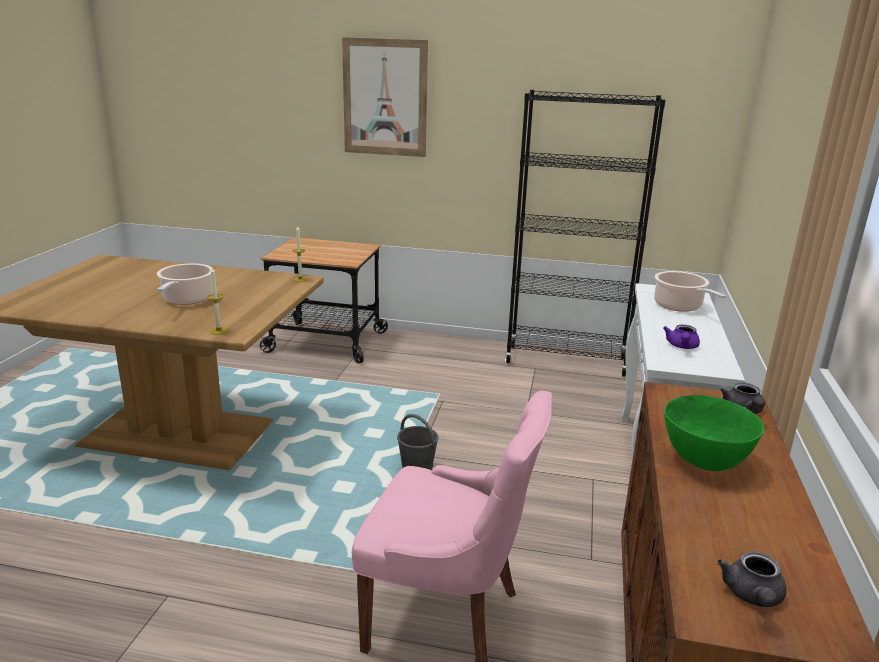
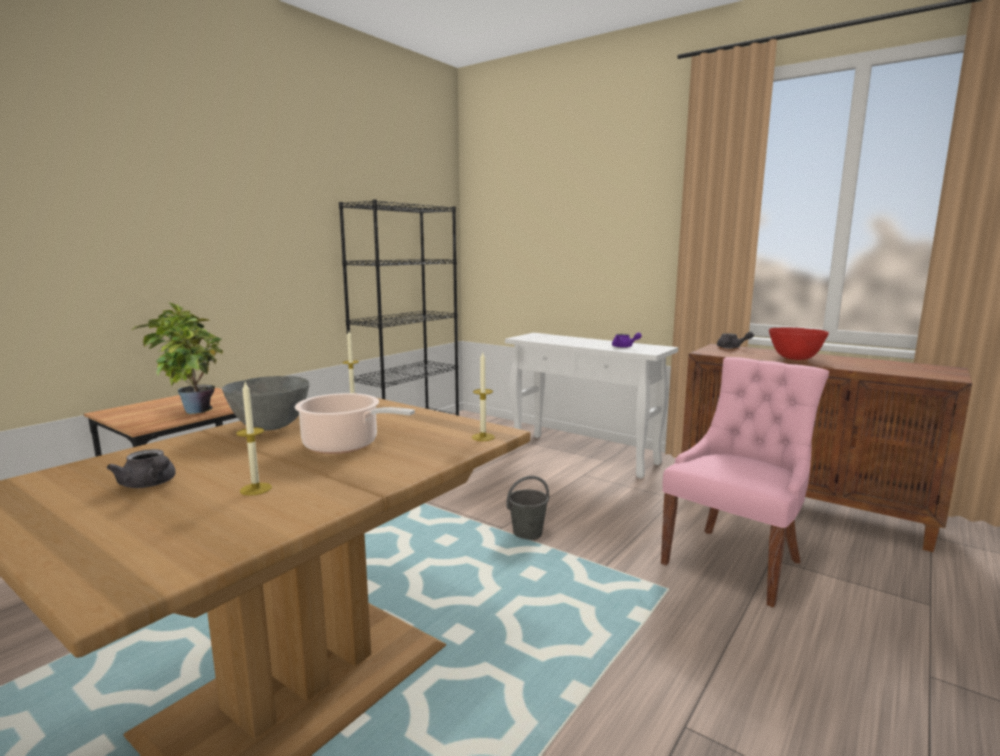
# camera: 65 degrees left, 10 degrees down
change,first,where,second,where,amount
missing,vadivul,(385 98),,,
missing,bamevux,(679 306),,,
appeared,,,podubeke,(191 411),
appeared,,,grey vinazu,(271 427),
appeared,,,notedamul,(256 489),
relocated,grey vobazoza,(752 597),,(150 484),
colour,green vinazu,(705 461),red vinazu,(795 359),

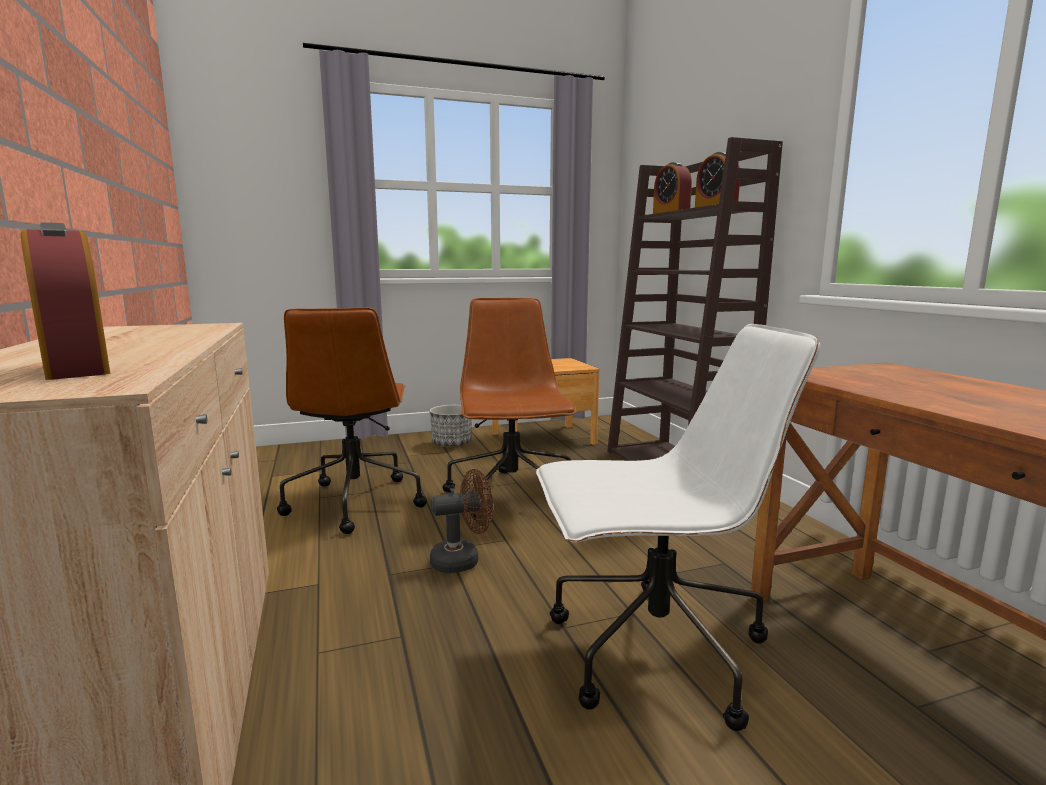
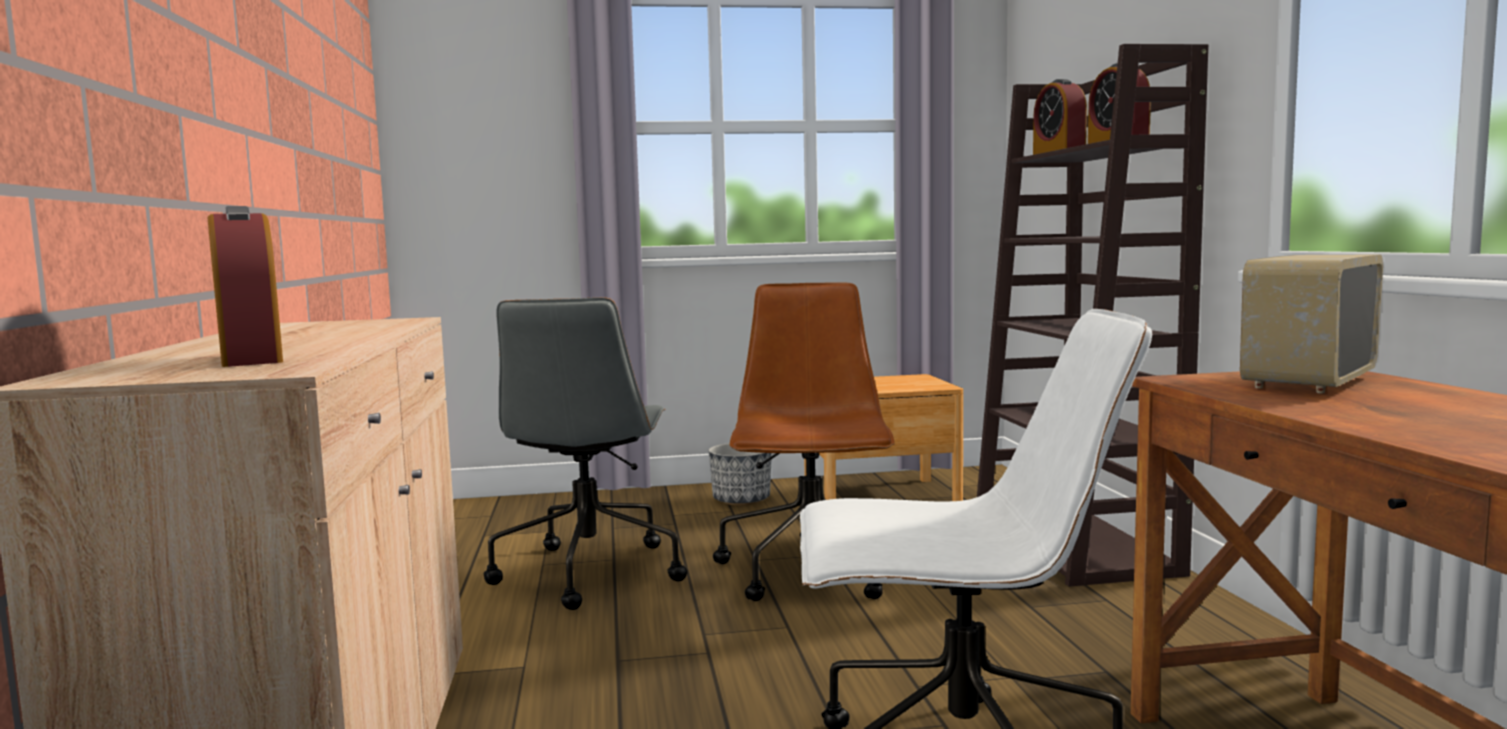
# camera: 10 degrees right, 5 degrees down
change,first,where,second,where,amount
missing,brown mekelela,(463 560),,,
appeared,,,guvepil,(1307 382),
colour,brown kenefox,(355 502),grey kenefox,(589 572),

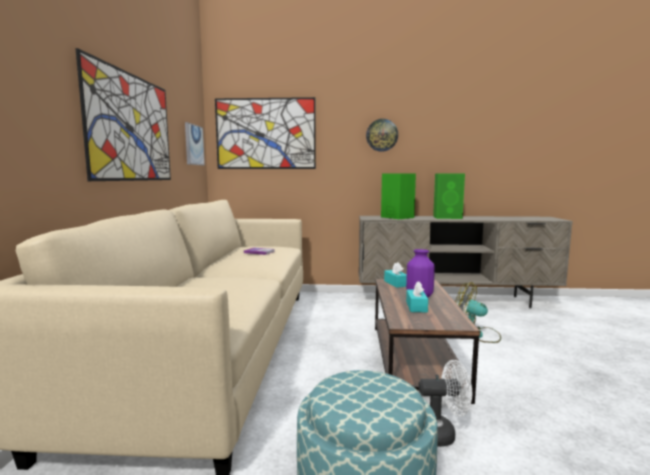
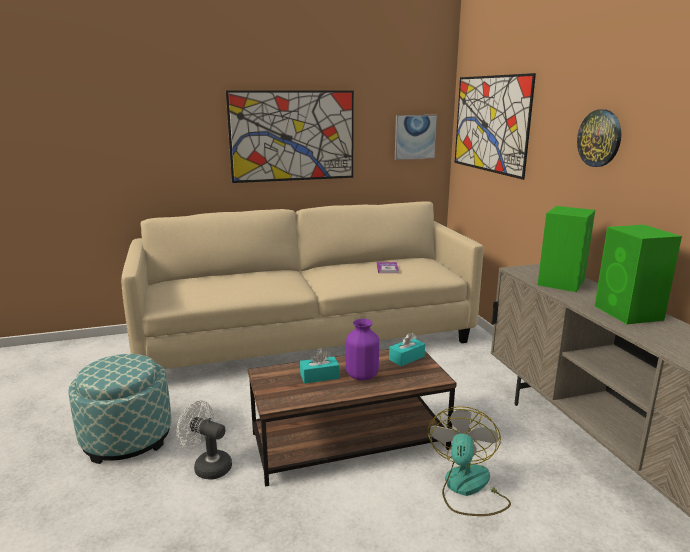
# camera: 70 degrees right, 10 degrees up
change,first,where,second,where,amount
spun,white mekelela,(441 434),,(207 466),135 degrees clockwise

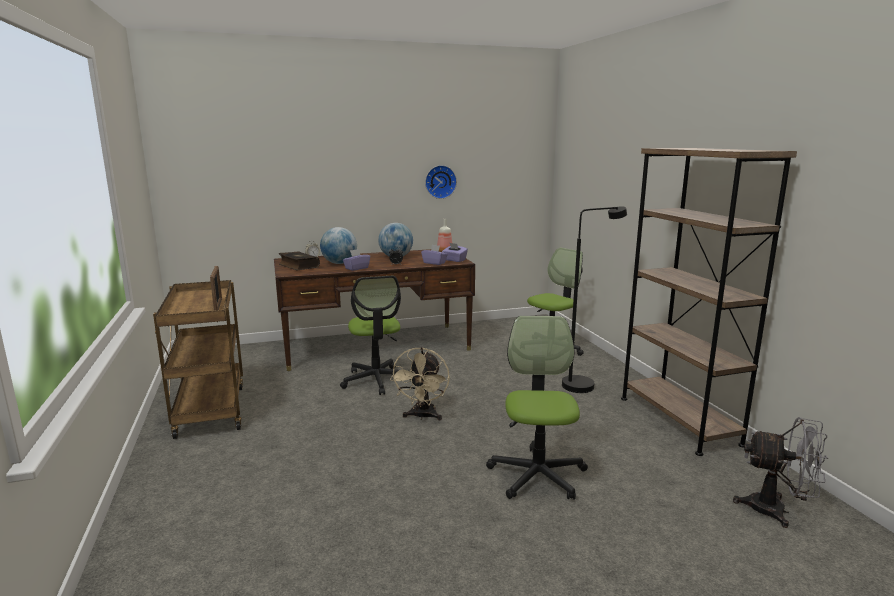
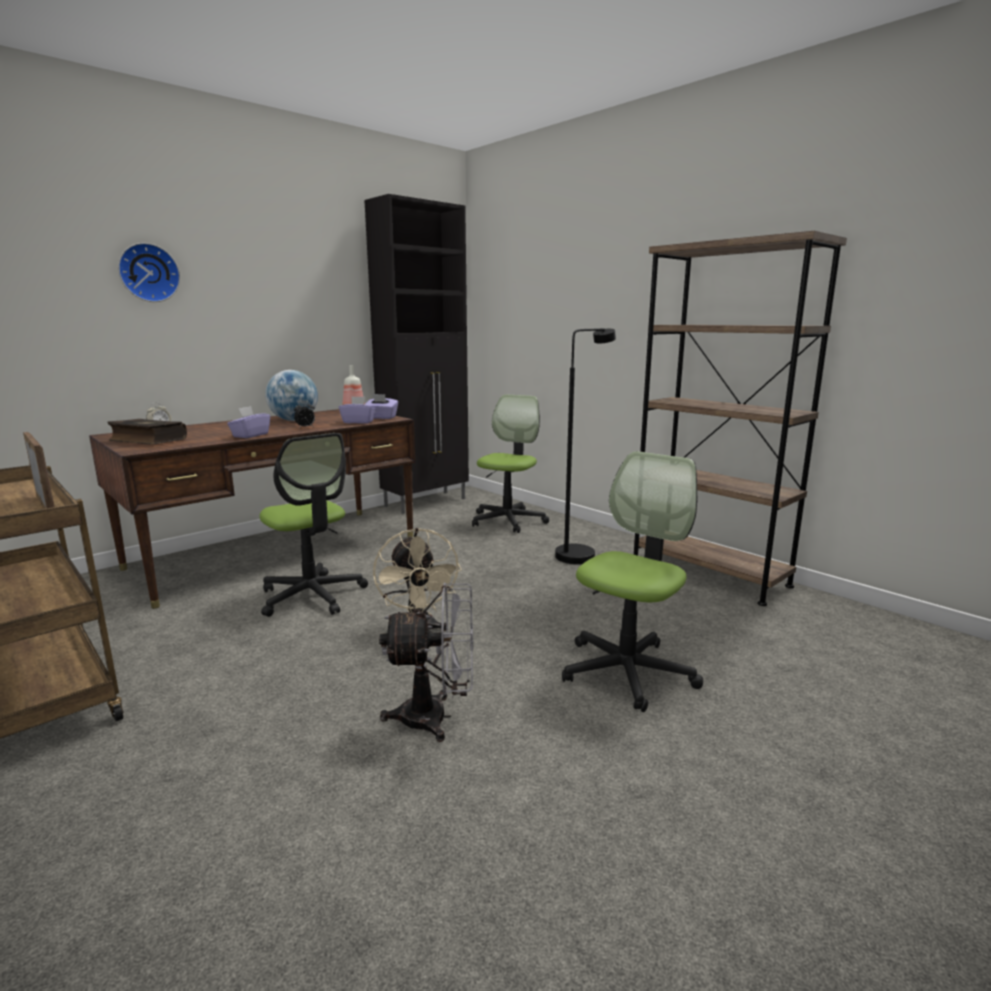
# camera: 25 degrees left, 0 degrees up
change,first,where,second,where,amount
missing,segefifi,(339 263),,,
appeared,,,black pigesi,(427 502),
relocated,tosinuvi,(440 181),,(148 273),
relocated,grey mekelela,(777 510),,(436 717),
spun,kenefox,(537 475),,(627 671),60 degrees clockwise

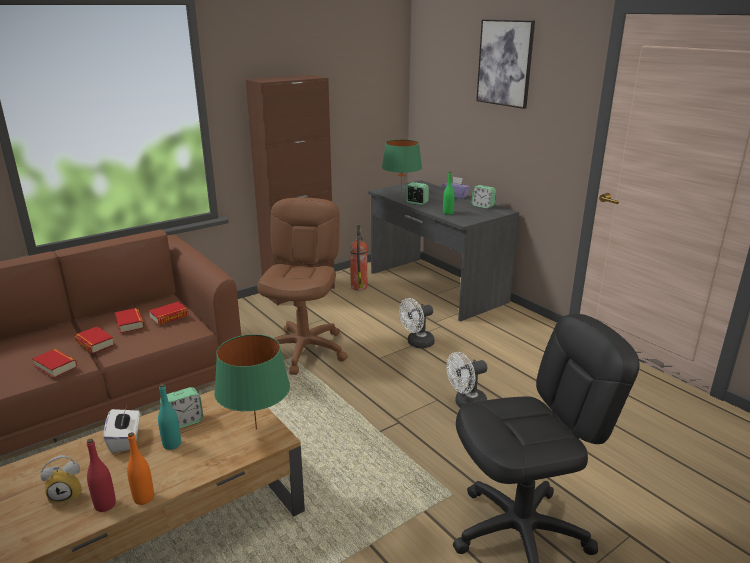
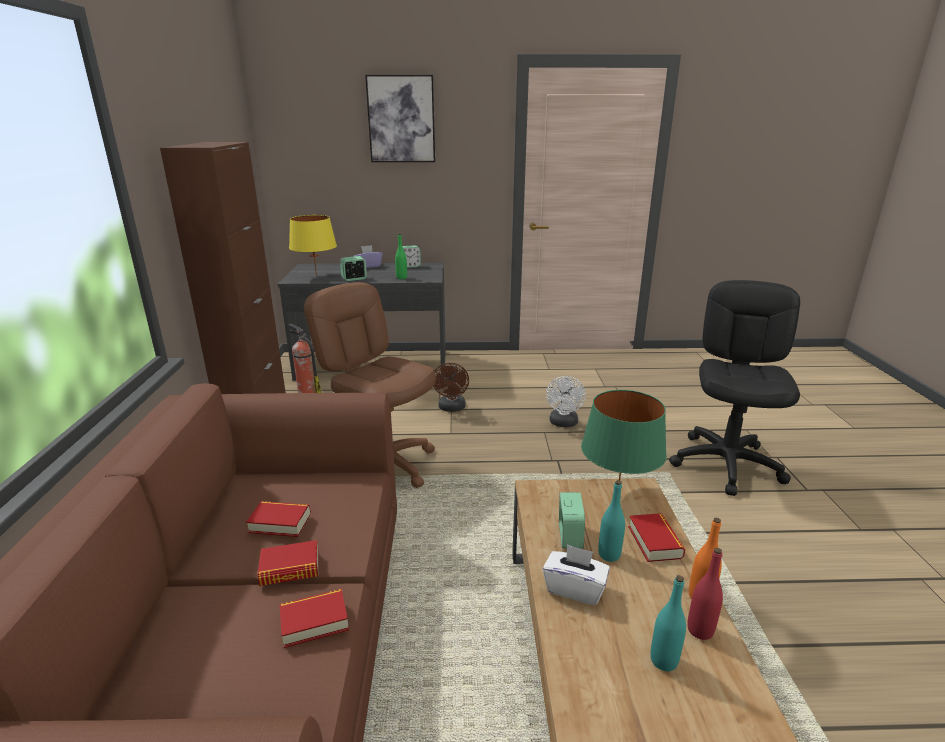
# camera: 55 degrees left, 0 degrees up
change,first,where,second,where,amount
relocated,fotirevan,(169 317),,(654 542),
exchanged,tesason,(68 494),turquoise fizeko,(663 660),
colour,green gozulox,(401 193),yellow gozulox,(316 276),
colour,white mekelela,(417 343),brown mekelela,(452 408),

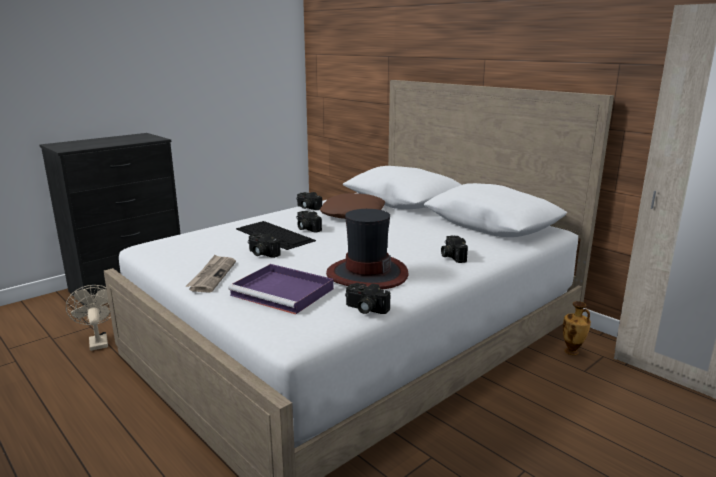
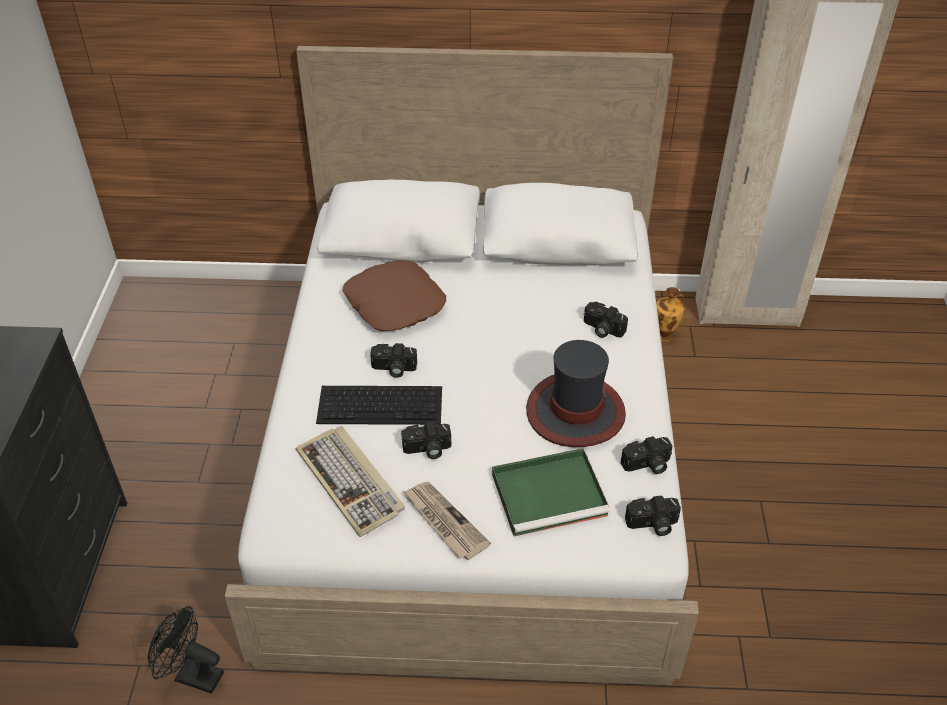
# camera: 45 degrees left, 25 degrees up
change,first,where,second,where,amount
appeared,,,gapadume,(351 482),
relocated,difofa,(307 208),,(652 525),
colour,beige mekelela,(98 341),black mekelela,(192 675),
colour,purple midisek,(284 292),green midisek,(551 494),

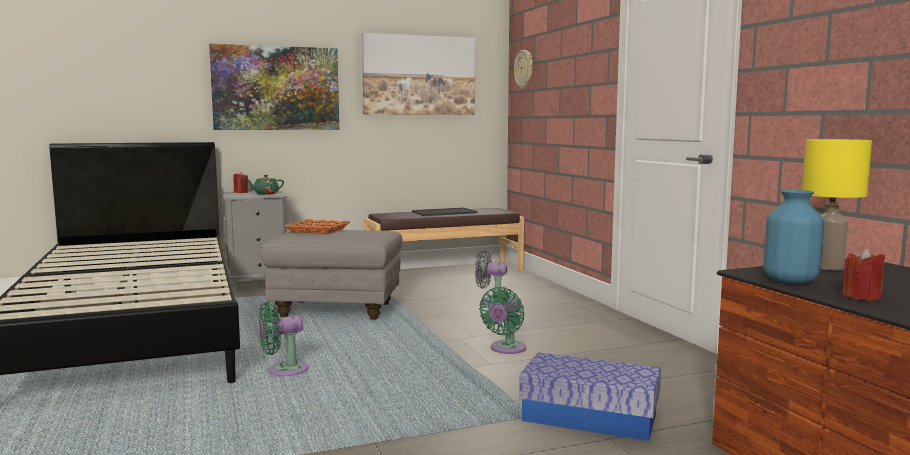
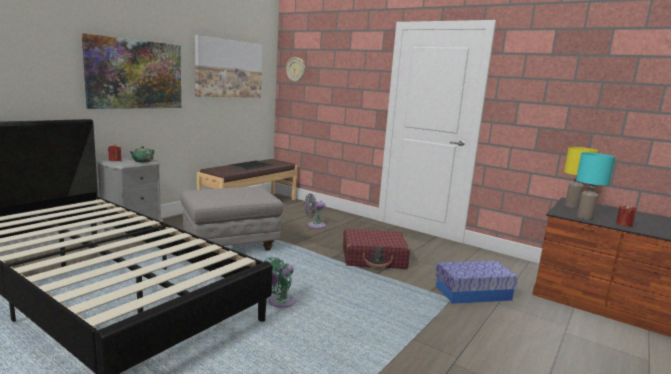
# camera: 35 degrees left, 5 degrees up
change,first,where,second,where,amount
missing,orange midisek,(317 230),,,
exchanged,green mekelela,(506 349),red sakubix,(374 258),
exchanged,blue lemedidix,(790 281),turquoise gozulox,(584 217),

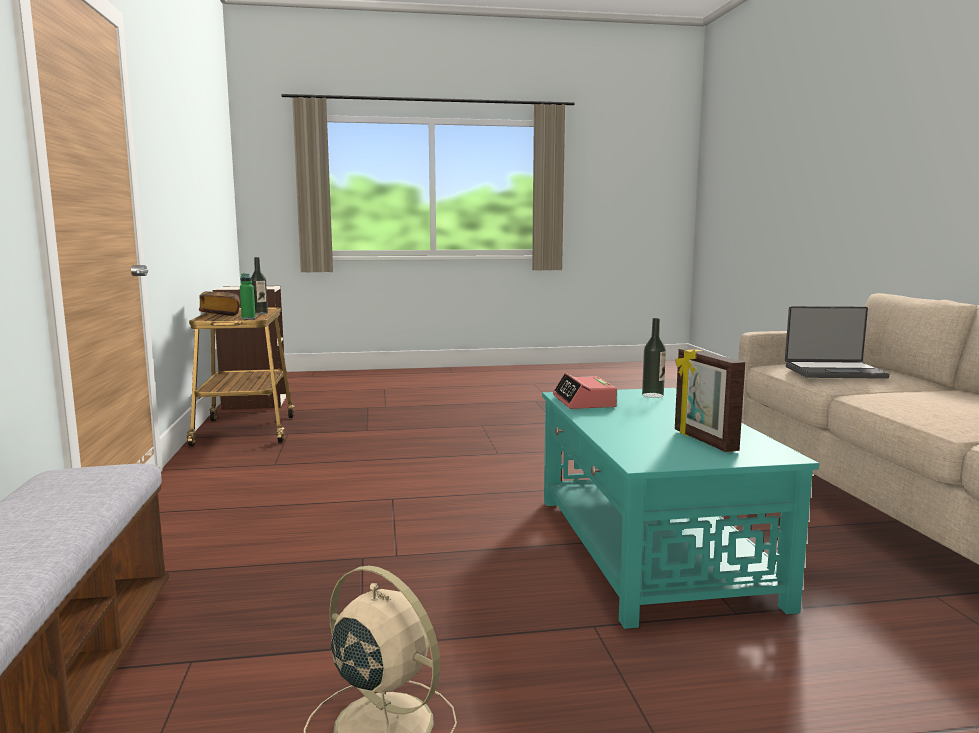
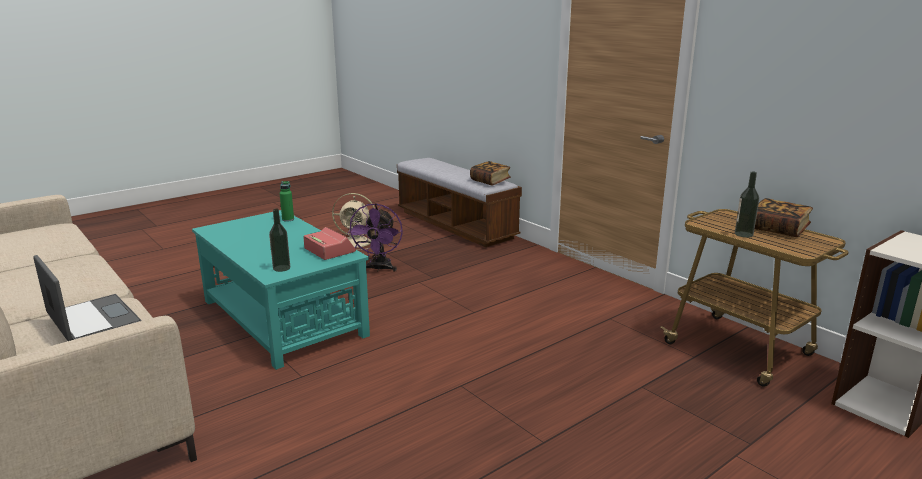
# camera: 150 degrees right, 10 degrees up
change,first,where,second,where,amount
missing,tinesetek,(703 441),,,
appeared,,,purple mekelela,(379 269),
appeared,,,fotirevan,(490 181),
relocated,green fizeko,(248 318),,(288 219),
spun,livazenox,(834 372),,(92 322),75 degrees clockwise

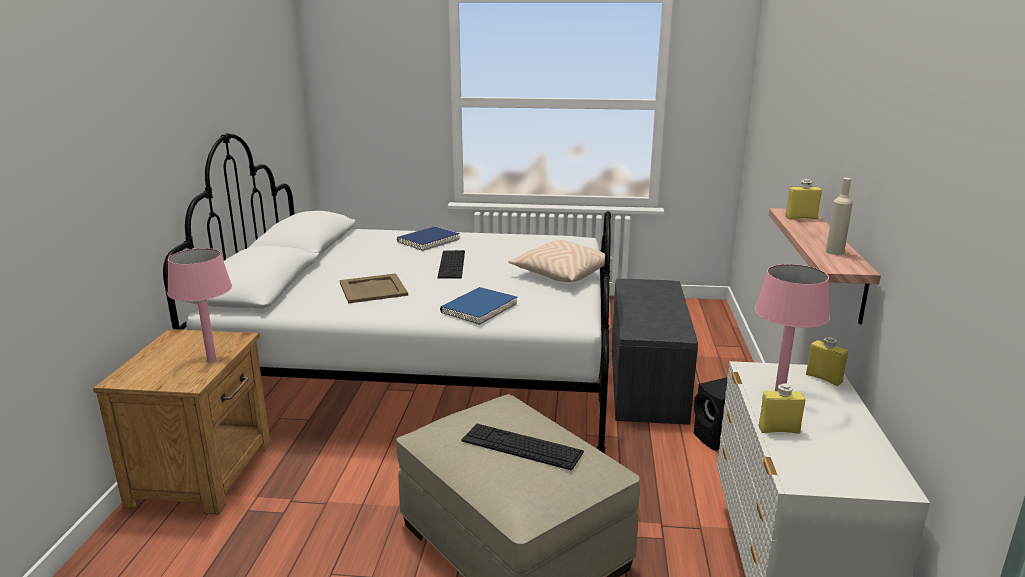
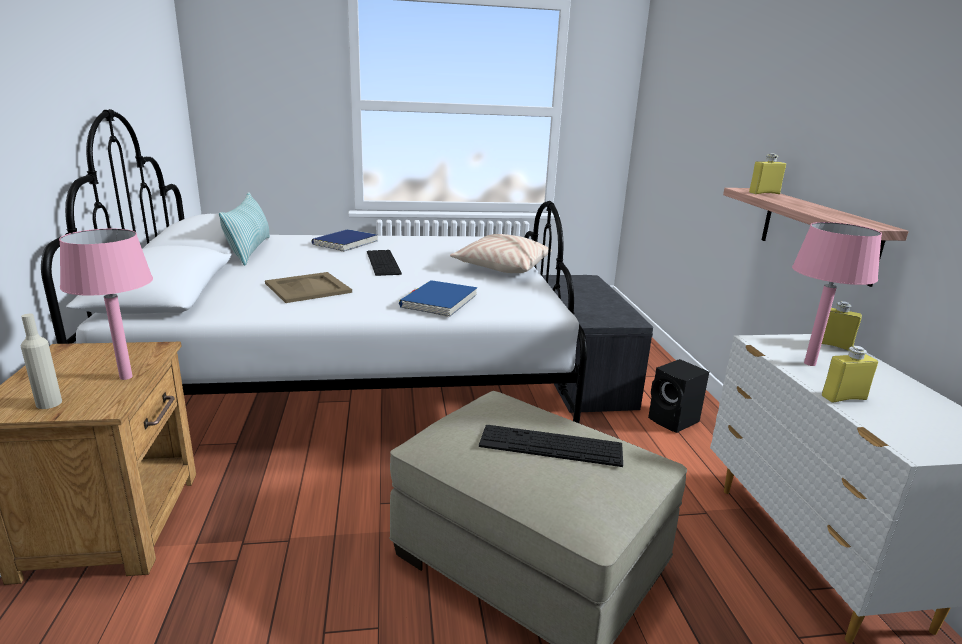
# camera: 15 degrees left, 0 degrees up
change,first,where,second,where,amount
appeared,,,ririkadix,(249 250),
relocated,beige fizeko,(834 252),,(49 403),

